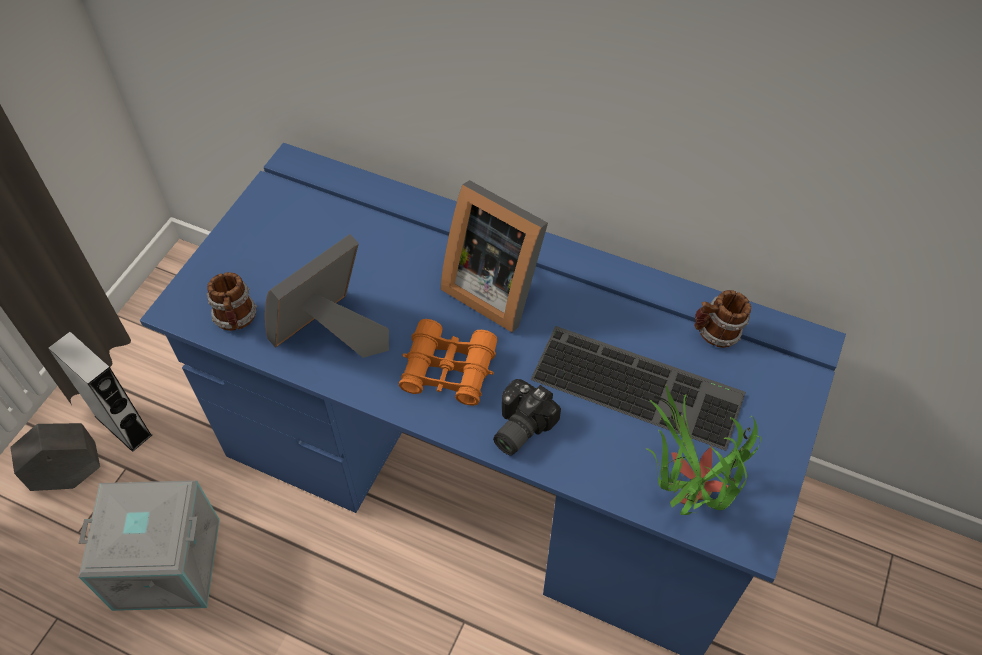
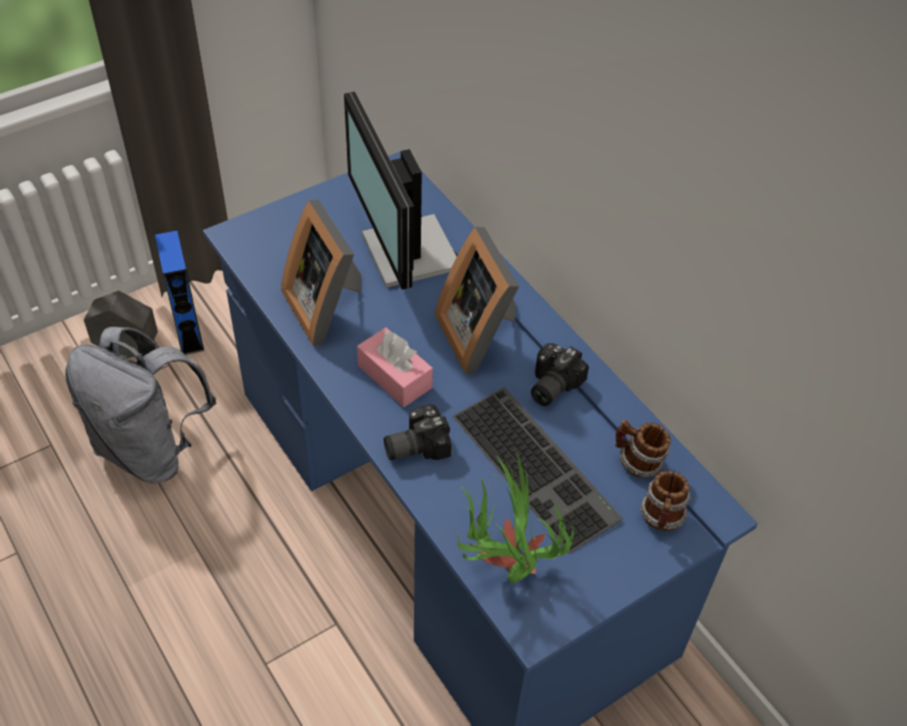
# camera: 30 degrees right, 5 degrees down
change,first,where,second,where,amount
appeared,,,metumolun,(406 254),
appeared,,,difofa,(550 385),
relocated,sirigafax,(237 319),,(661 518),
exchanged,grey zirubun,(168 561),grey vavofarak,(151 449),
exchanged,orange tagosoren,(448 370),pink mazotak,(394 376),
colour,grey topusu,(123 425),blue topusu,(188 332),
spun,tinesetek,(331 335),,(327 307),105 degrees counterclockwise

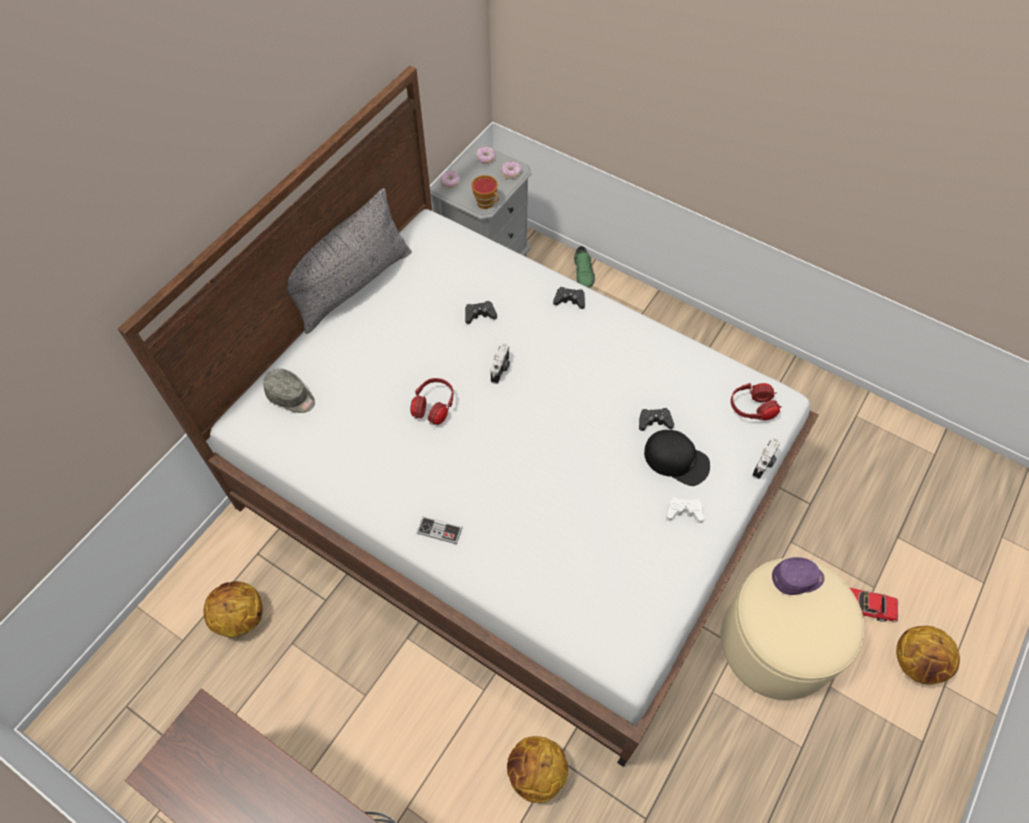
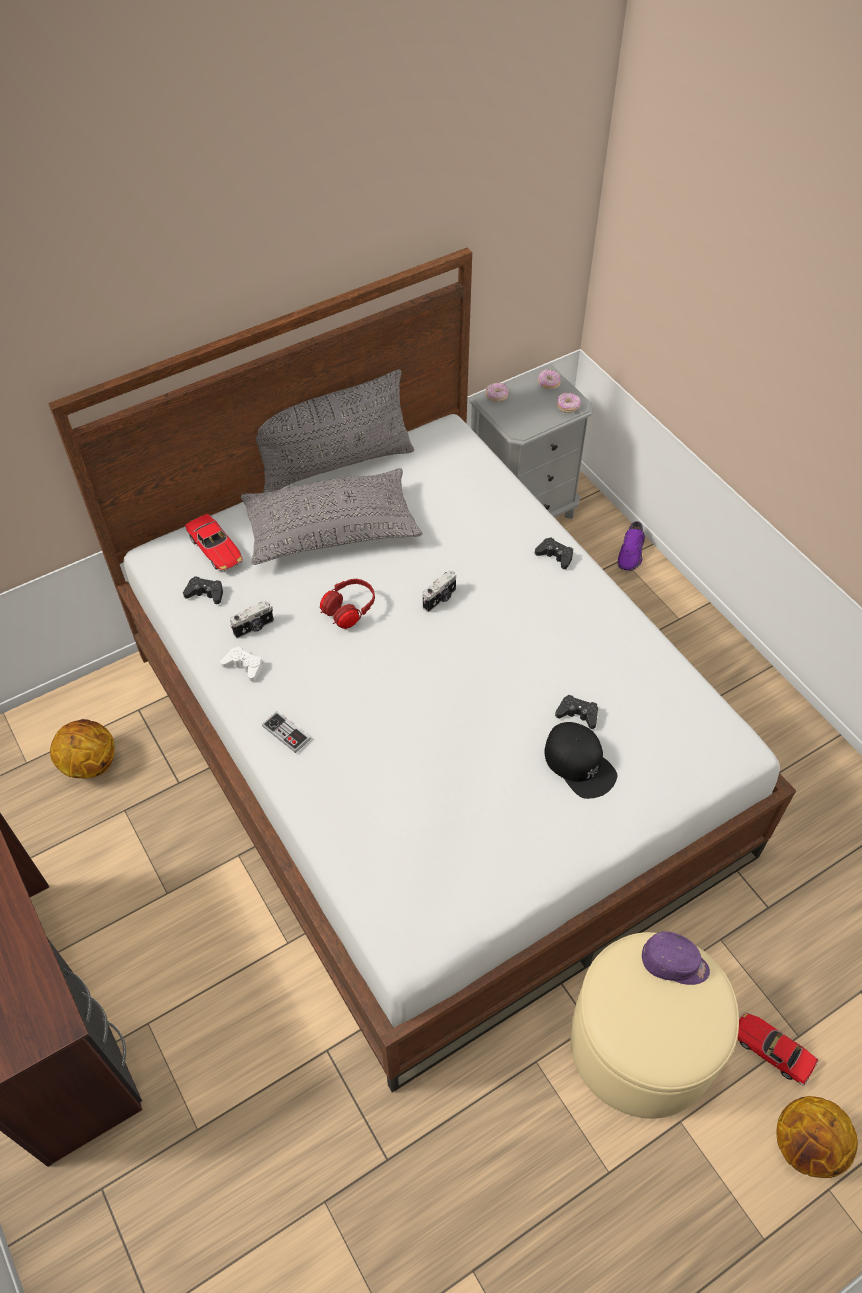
# camera: 25 degrees right, 5 degrees down
change,first,where,second,where,amount
missing,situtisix,(487 203),,,
missing,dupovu,(536 774),,,
missing,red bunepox,(752 409),,,
appeared,,,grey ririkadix,(331 530),
relocated,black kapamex,(479 315),,(205 593),
relocated,white kapamex,(684 512),,(244 666),
relocated,difofa,(764 464),,(254 628),
exchanged,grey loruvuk,(291 397),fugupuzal,(216 549),
colour,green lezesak,(584 272),purple lezesak,(631 553),

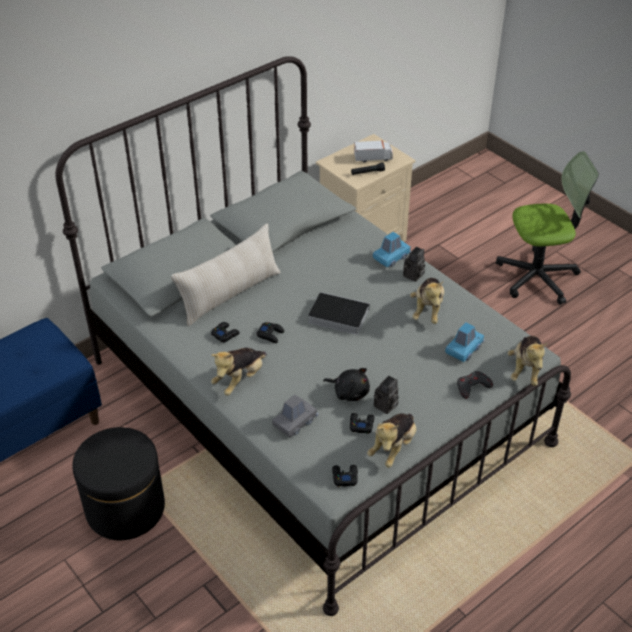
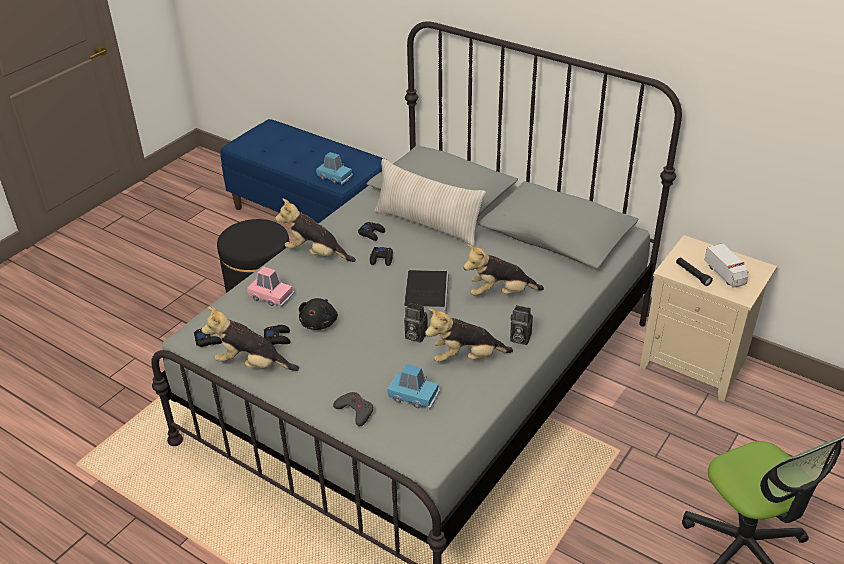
# camera: 75 degrees right, 5 degrees down
change,first,where,second,where,amount
relocated,blue fugupuzal,(391 257),,(335 177),
relocated,difofa,(385 407),,(414 336),
relocated,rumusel,(525 369),,(500 293),
colour,grey fugupuzal,(295 422),pink fugupuzal,(271 296),

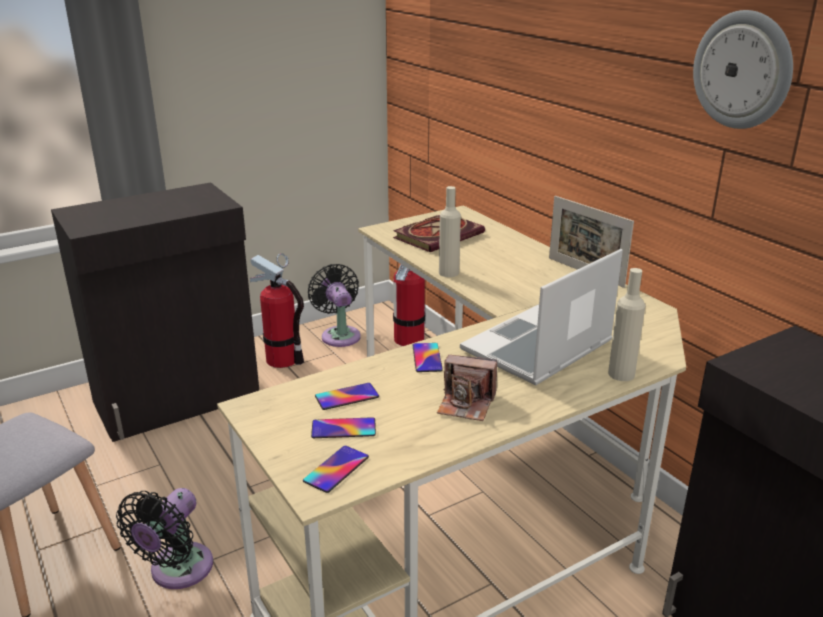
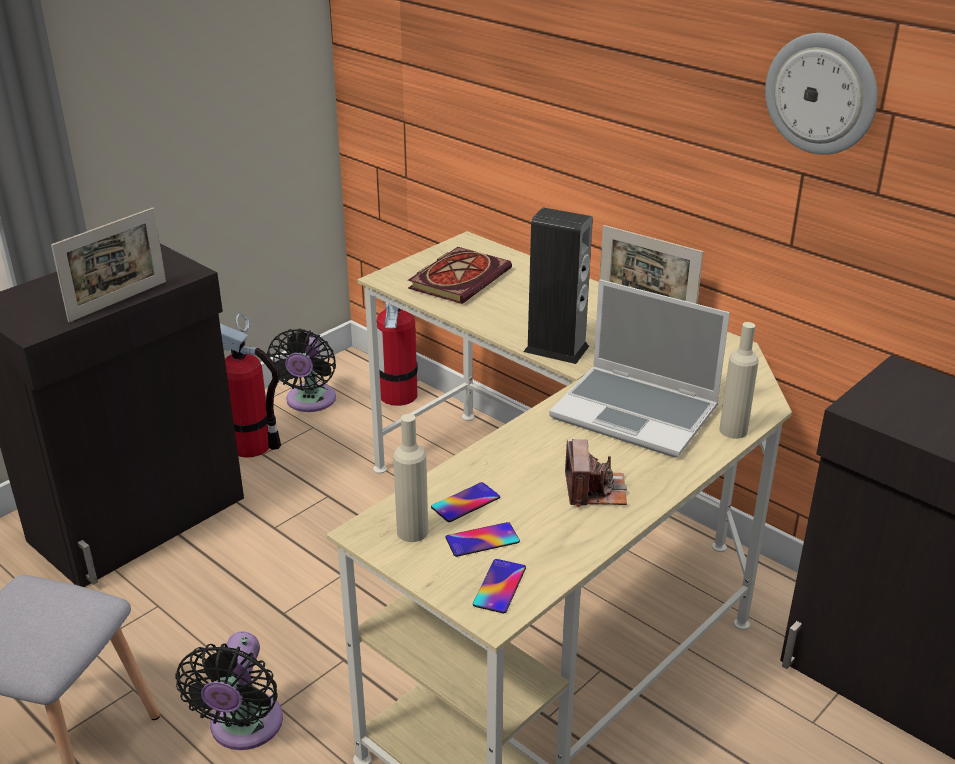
# camera: 15 degrees left, 5 degrees up
change,first,where,second,where,amount
missing,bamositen,(427 358),,,
appeared,,,tinesetek,(118 301),
appeared,,,topusu,(556 349),
relocated,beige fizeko,(448 273),,(412 532),
spun,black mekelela,(339 335),,(309 402),135 degrees counterclockwise
spun,difofa,(466 404),,(594 490),90 degrees counterclockwise
spun,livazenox,(537 348),,(637 413),90 degrees counterclockwise

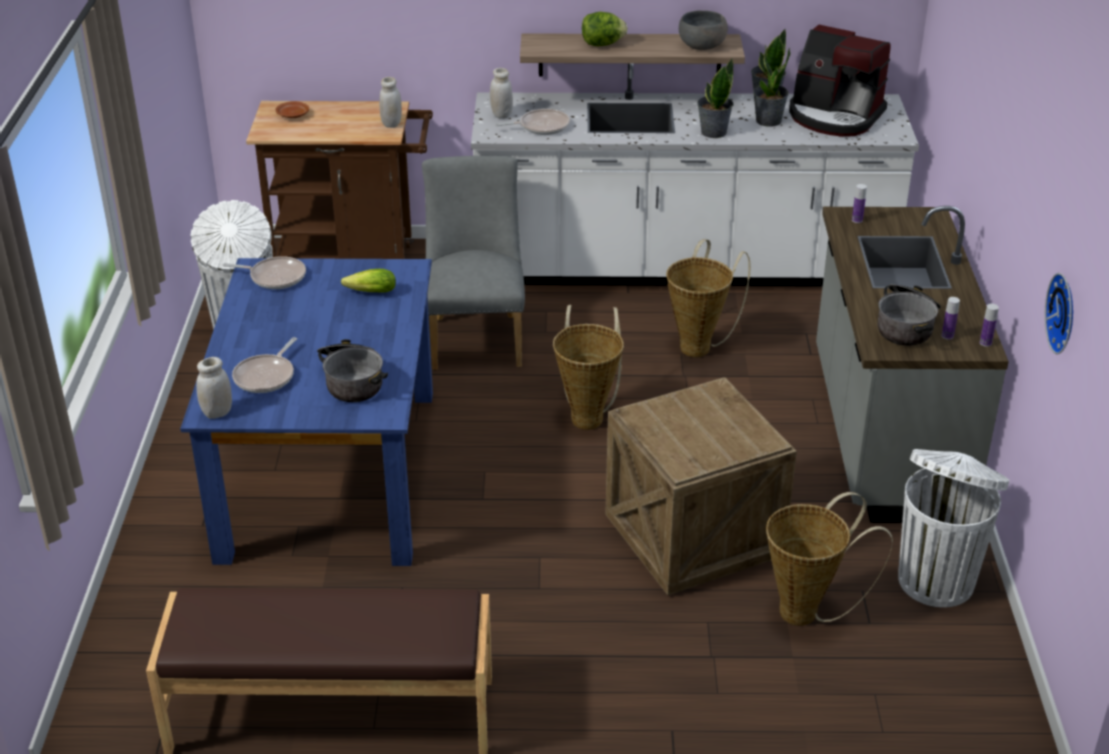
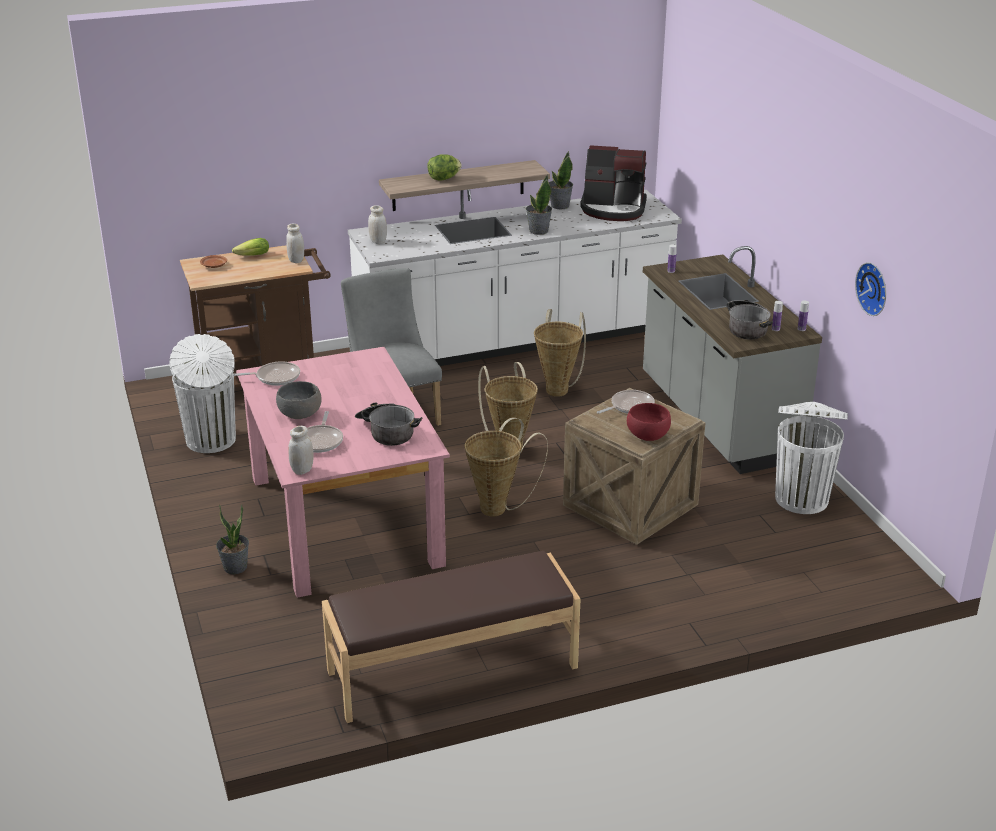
# camera: 20 degrees left, 5 degrees down
change,first,where,second,where,amount
appeared,,,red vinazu,(647 435),
relocated,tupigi,(369 292),,(251 256),
relocated,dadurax,(541 126),,(630 406),
relocated,grey vinazu,(702 46),,(300 414),
relocated,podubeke,(768 121),,(235 567),
relocated,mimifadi,(807 612),,(498 507),
colour,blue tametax,(328 471),pink tametax,(343 520),

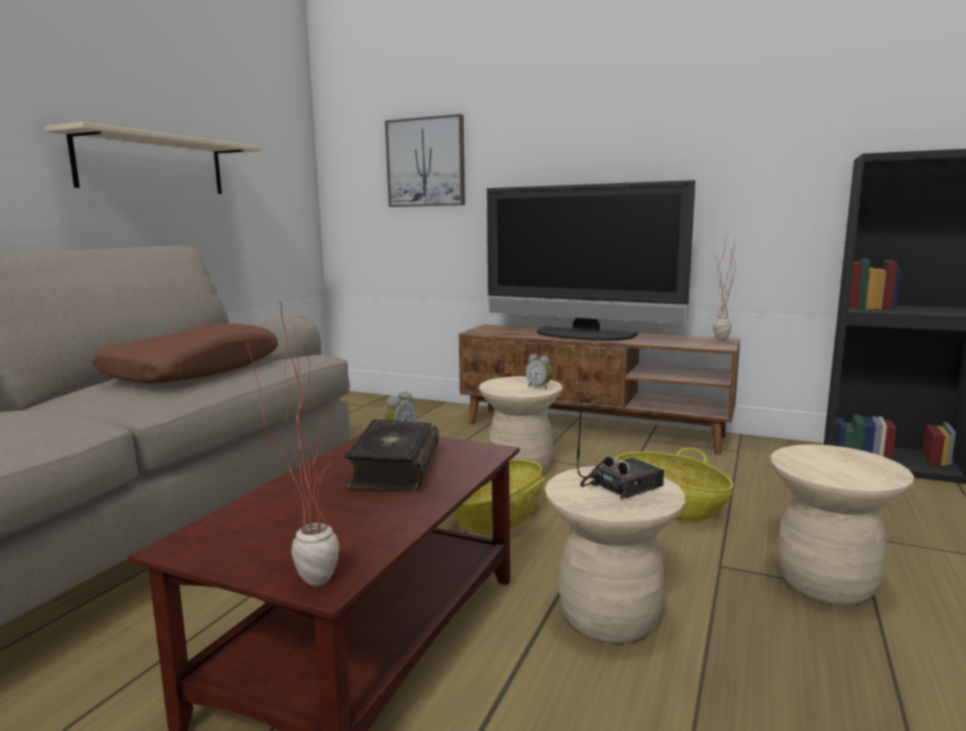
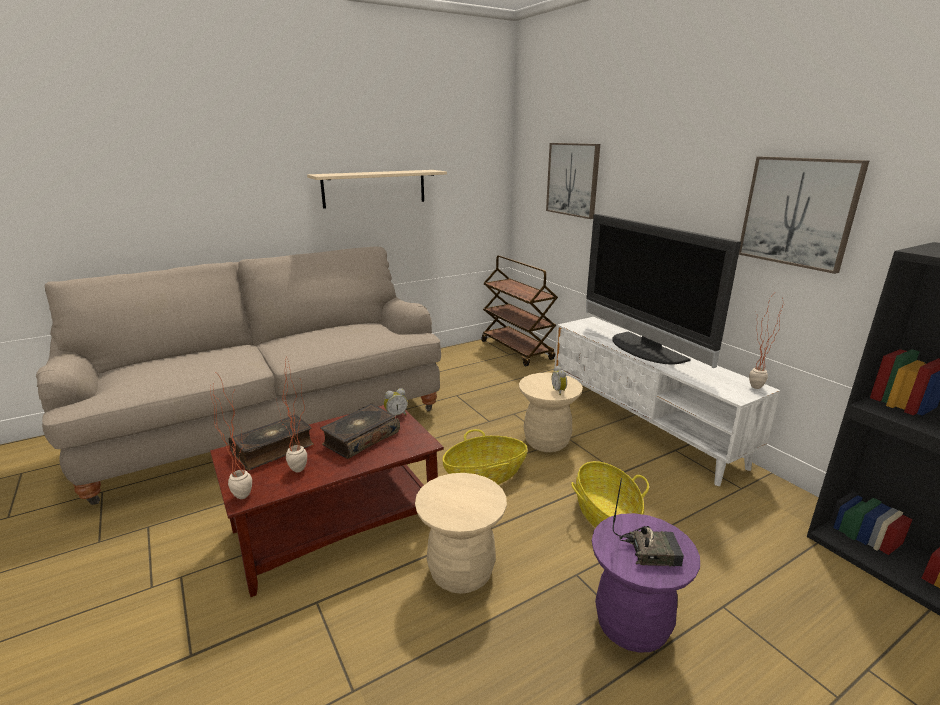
# camera: 35 degrees right, 10 degrees up
change,first,where,second,where,amount
missing,brown ririkadix,(195 370),,,
appeared,,,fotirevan,(273 449),
appeared,,,podubeke,(300 473),
appeared,,,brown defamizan,(517 350),
appeared,,,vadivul,(798 212),
relocated,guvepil,(621 485),,(650 551),
colour,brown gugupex,(593 429),white gugupex,(643 425),
colour,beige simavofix,(825 583),purple simavofix,(632 625),

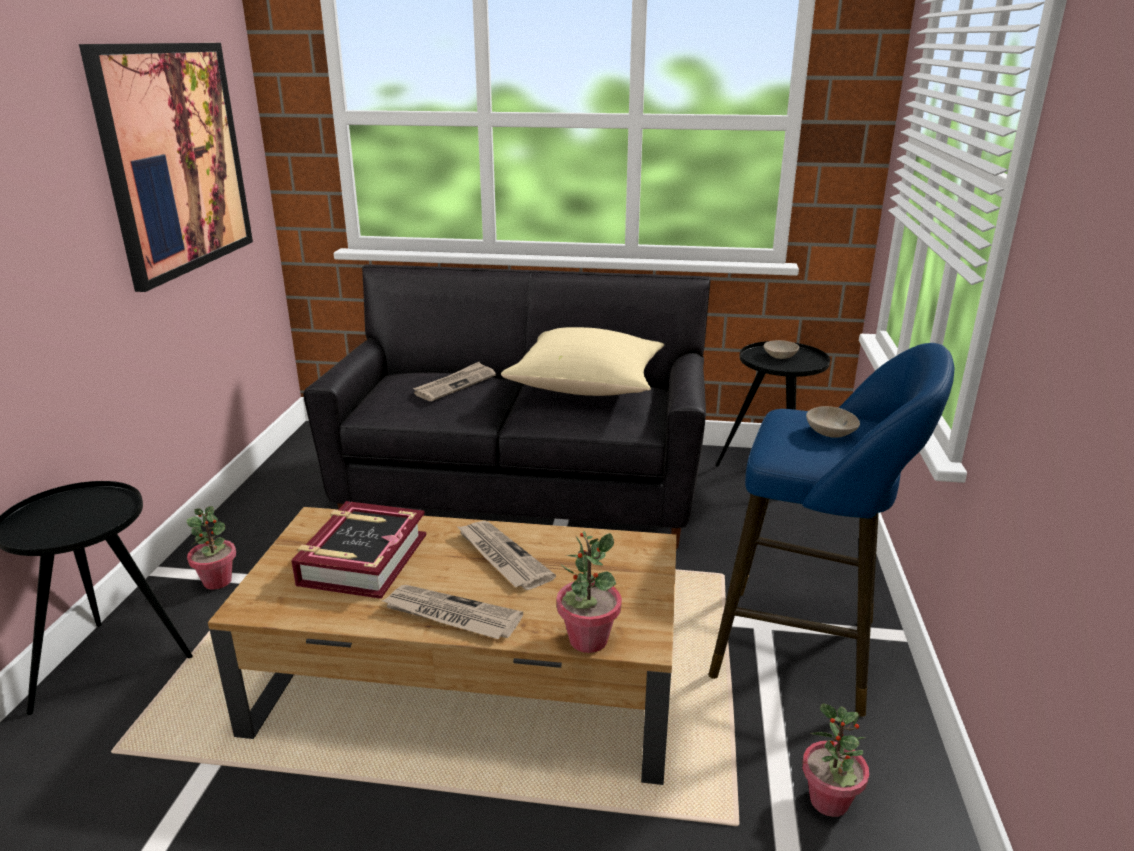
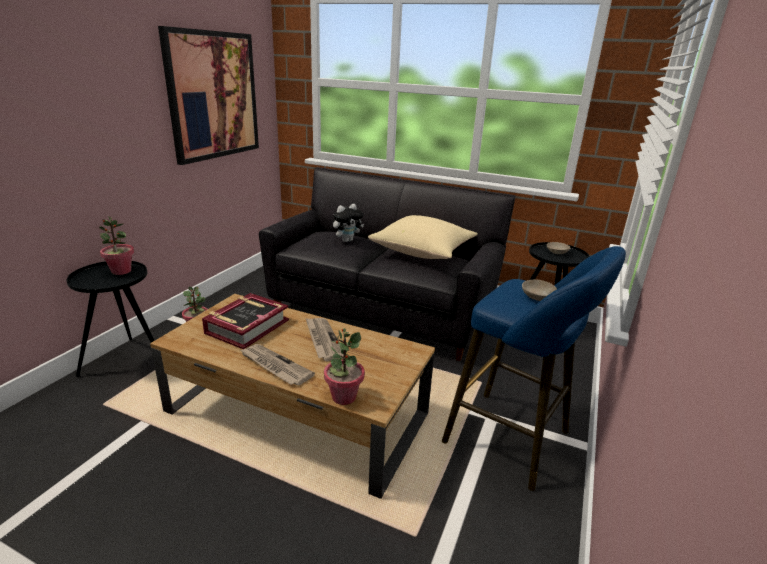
# camera: 15 degrees right, 0 degrees up
change,first,where,second,where,amount
relocated,podubeke,(829 801),,(121 271),
exchanged,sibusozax,(455 384),rumusel,(347 240),

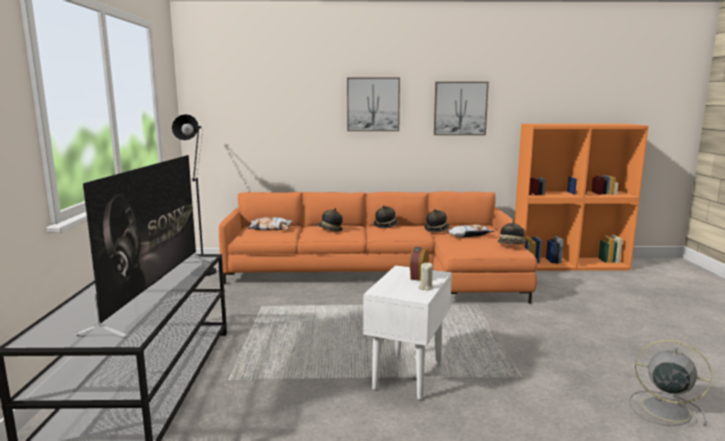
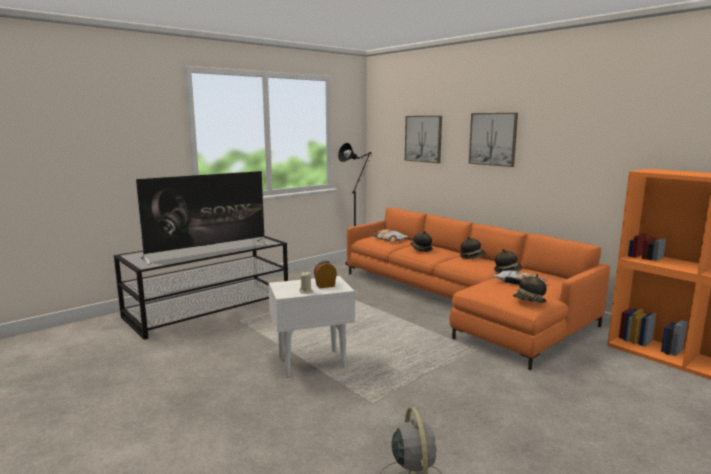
# camera: 50 degrees right, 0 degrees up
change,first,where,second,where,amount
relocated,vadivul,(460 108),,(423 138),

